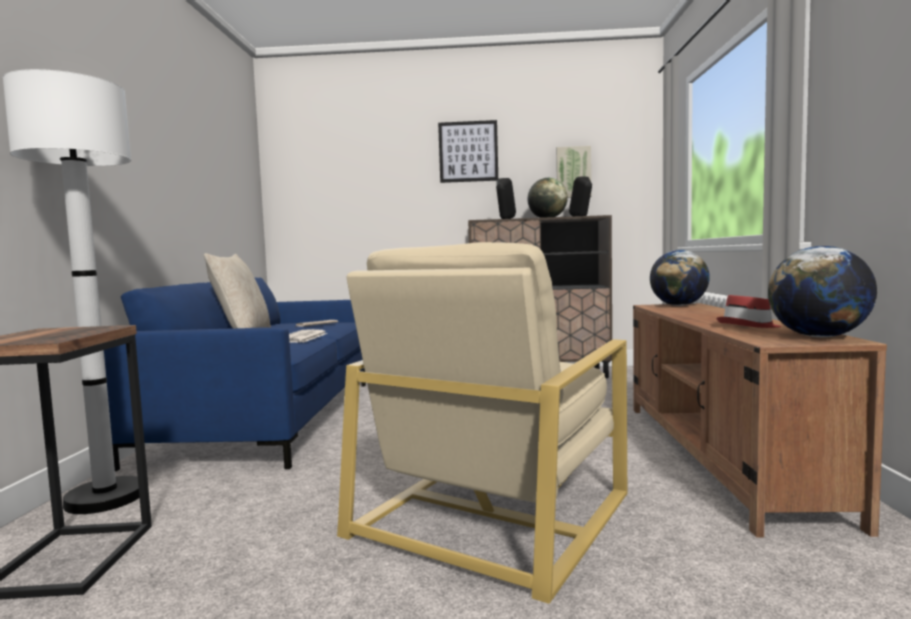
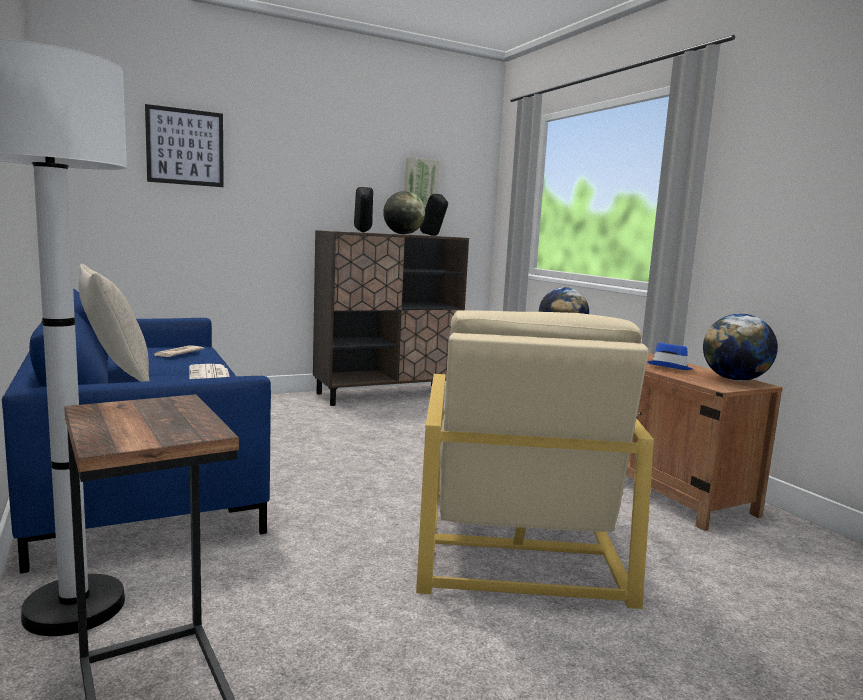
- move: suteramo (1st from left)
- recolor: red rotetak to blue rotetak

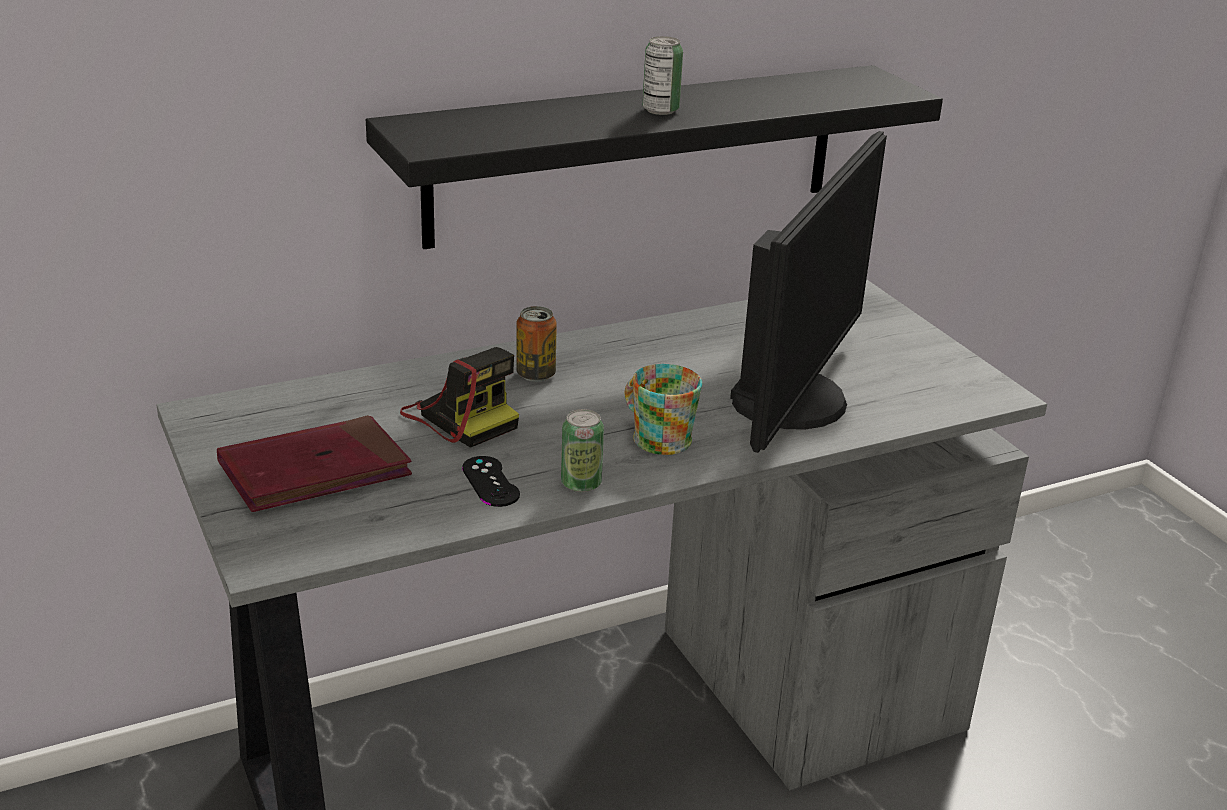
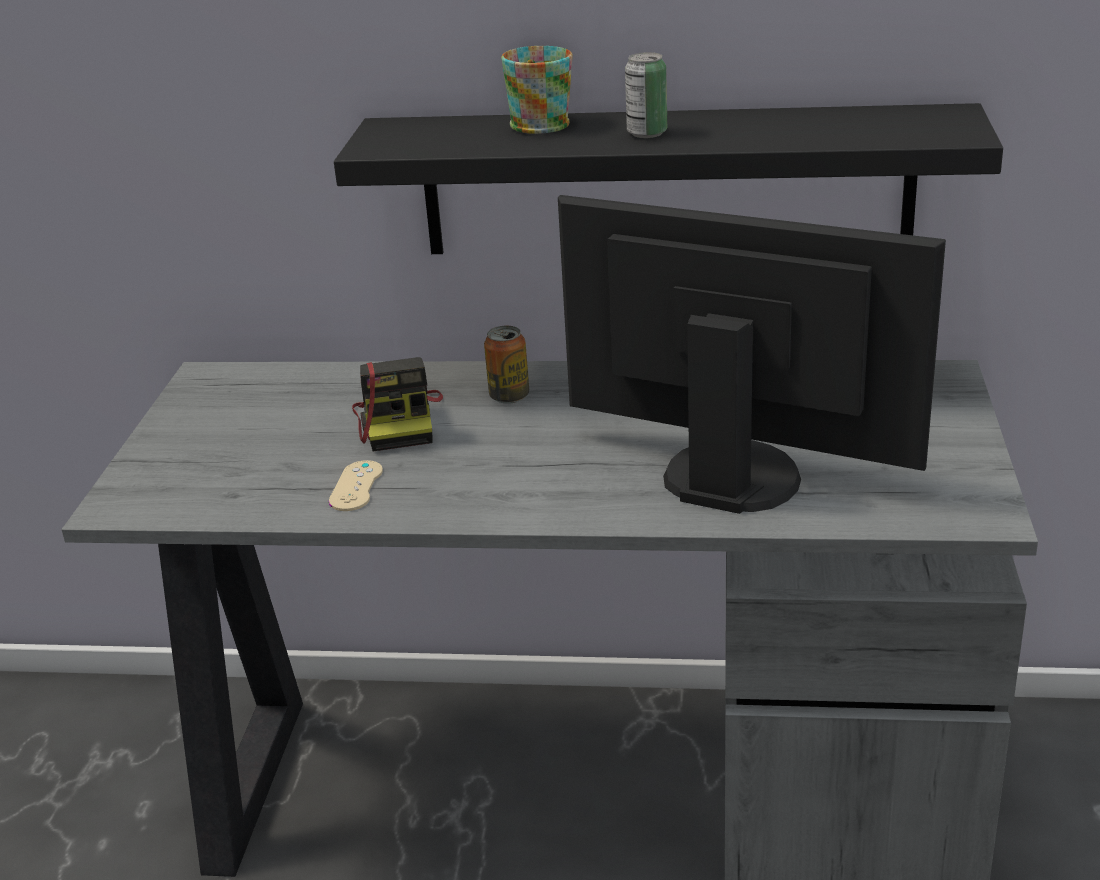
- delete: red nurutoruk
- recolor: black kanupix to beige kanupix
- delete: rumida (2nd from left)
- move: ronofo
- rotate: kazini 120 degrees counterclockwise

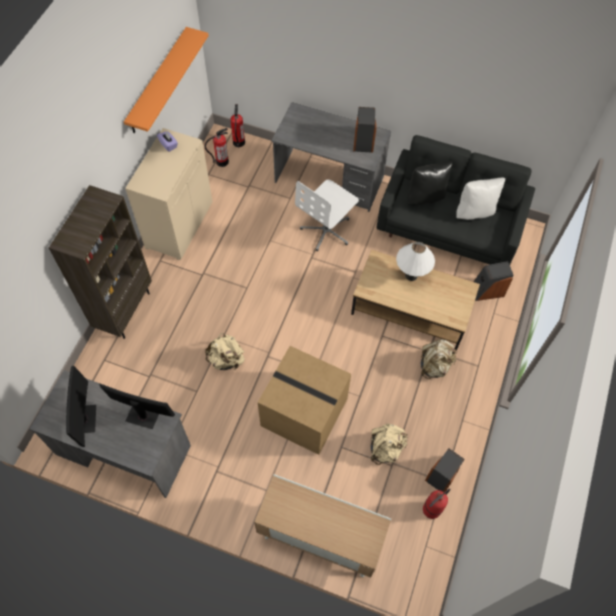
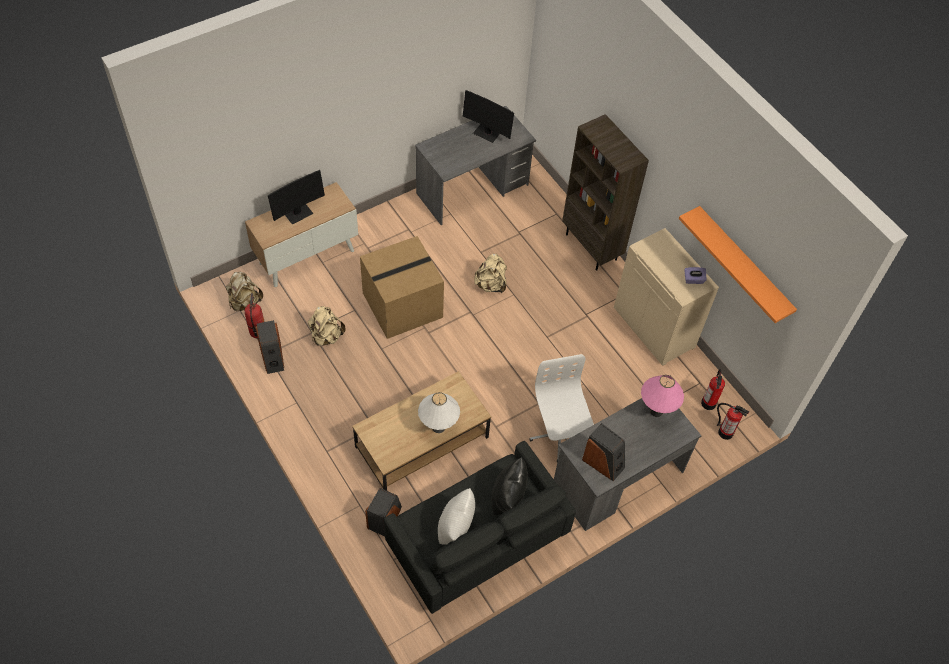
- move: kazini (2nd from left in the first image) to kazini (1st from left)
- move: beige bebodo (3rd from left in the first image) to beige bebodo (1st from left)
- insert: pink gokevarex

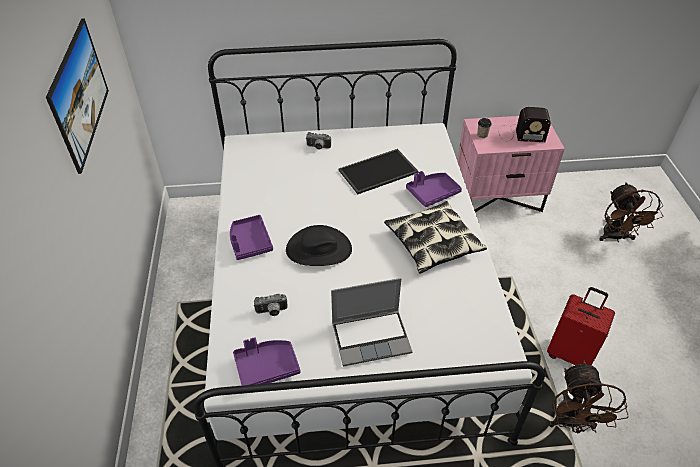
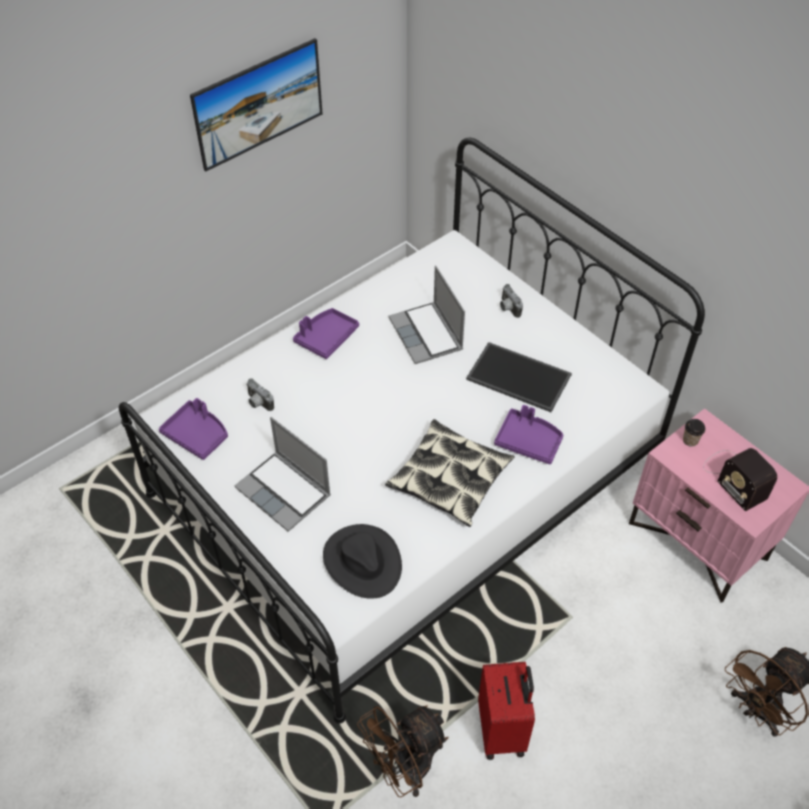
- move: black rotetak
- insert: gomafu (2nd from left)

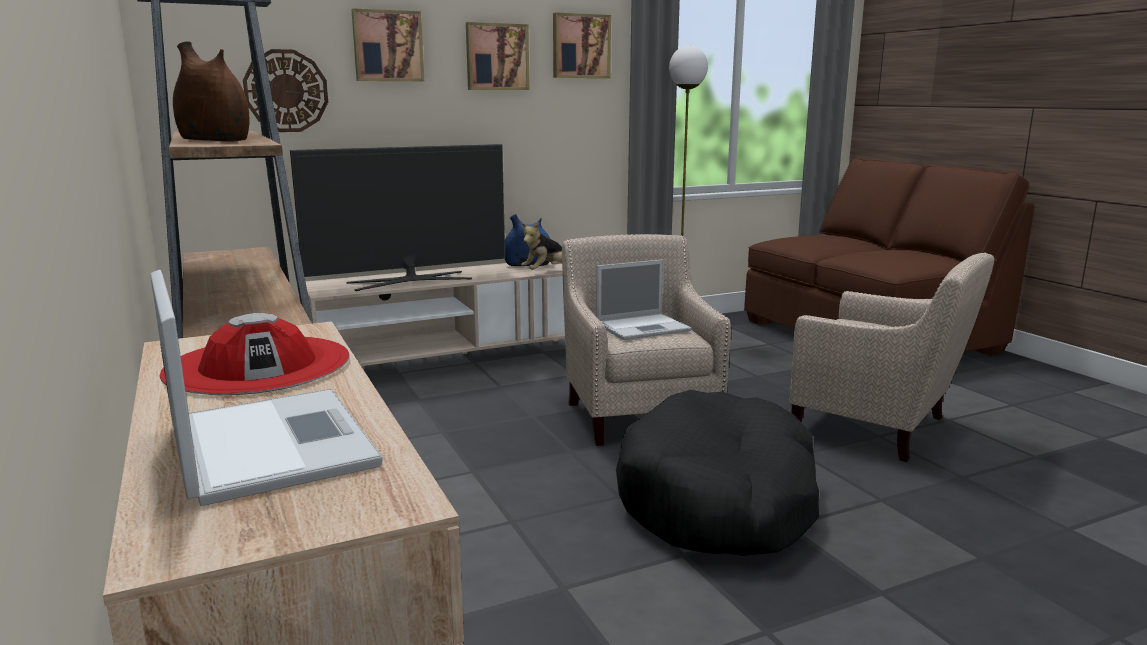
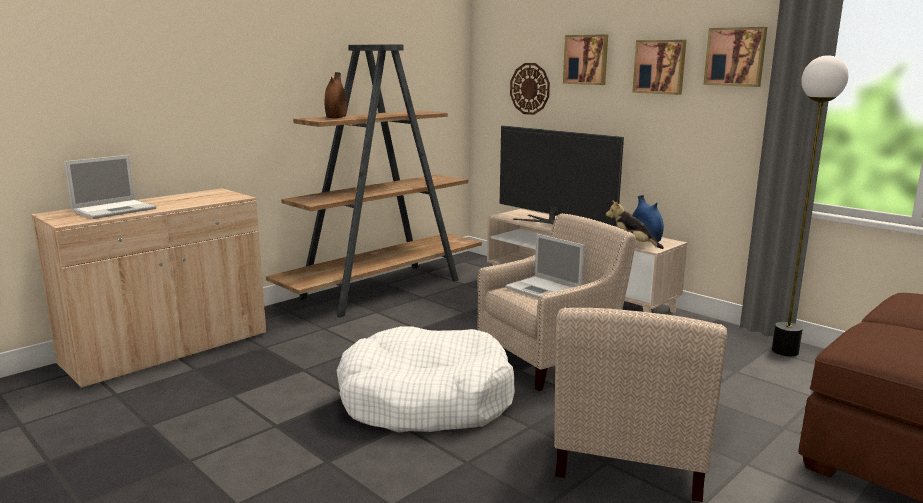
- delete: red rotetak
- recolor: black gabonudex to white gabonudex

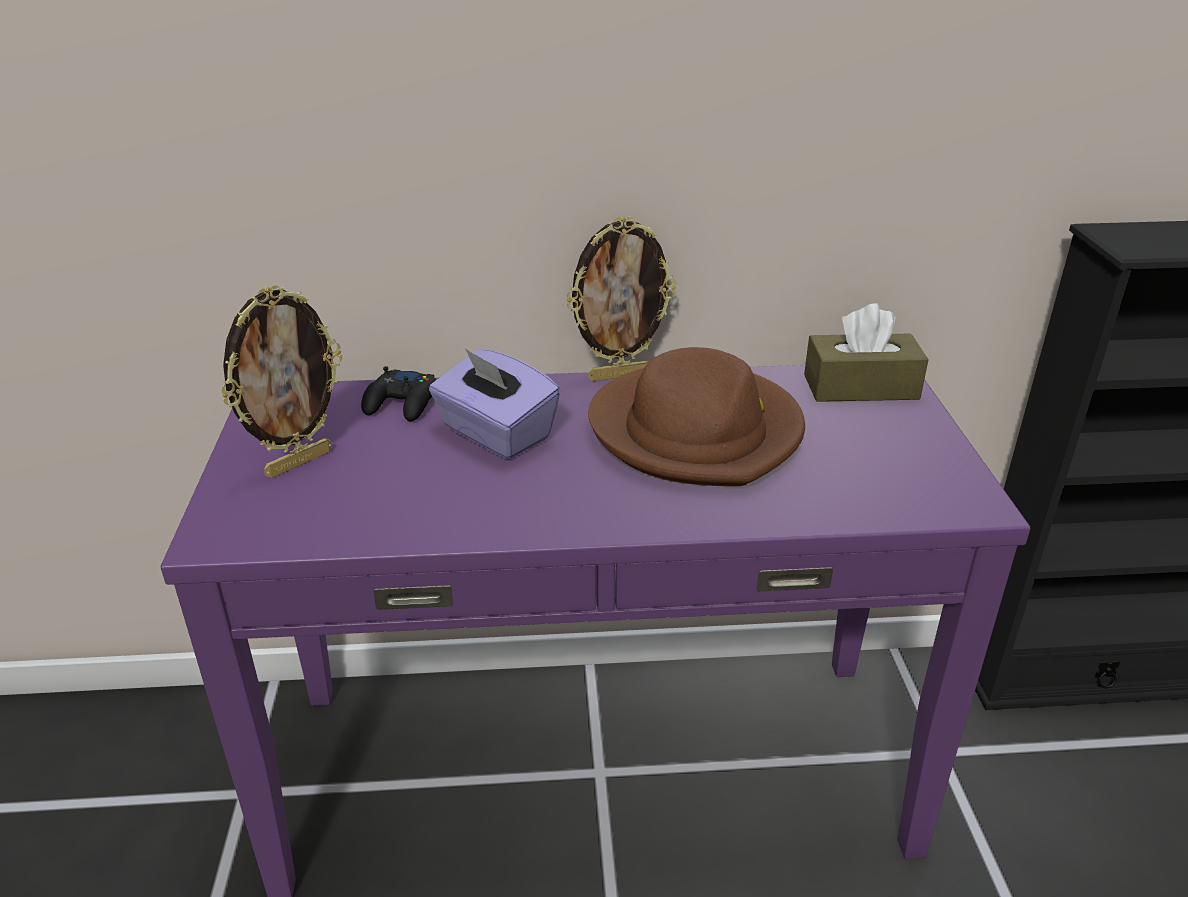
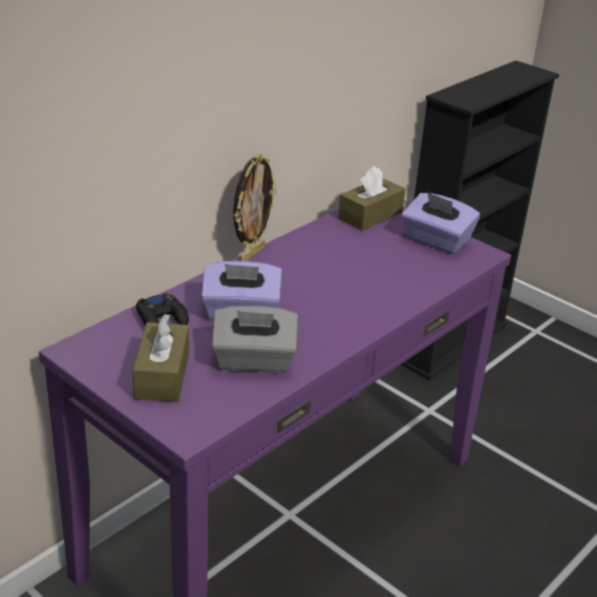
- replace: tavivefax (1st from left) to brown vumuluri (1st from left)
- delete: brown rotetak
- insert: grey vumuluri
- insert: purple vumuluri (2nd from left)

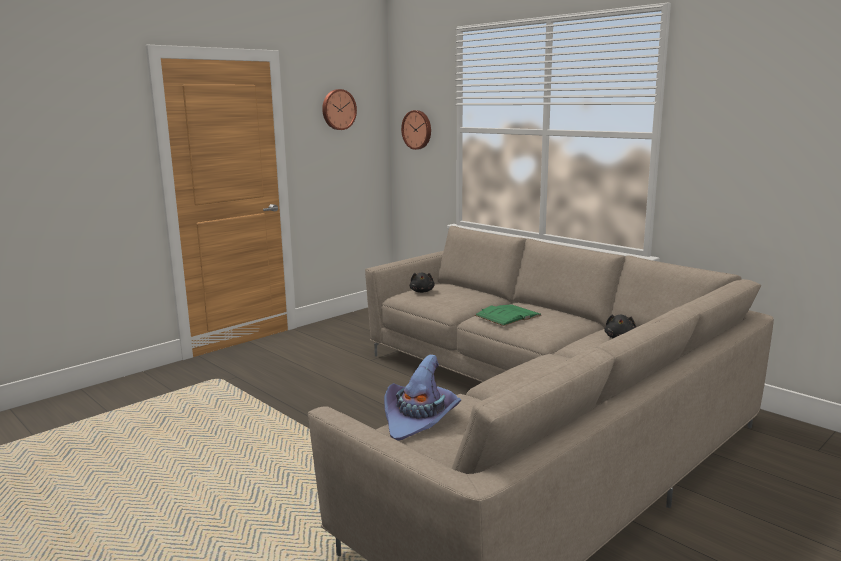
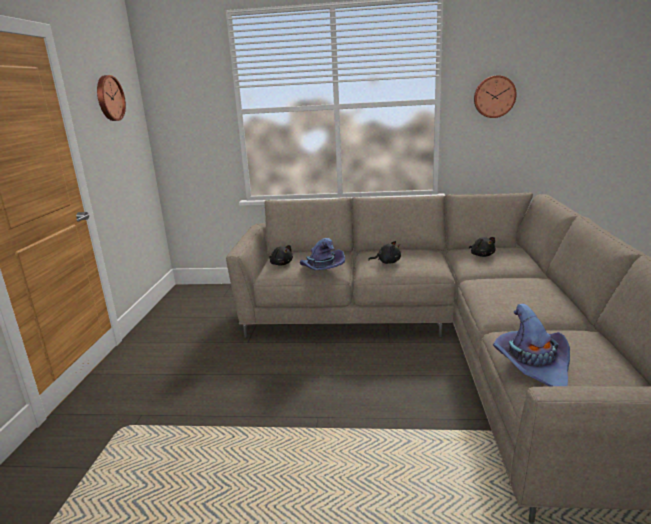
- move: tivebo (2nd from left)
- replace: green nurutoruk to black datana (2nd from left)
- insert: purple rotetak (1st from left)

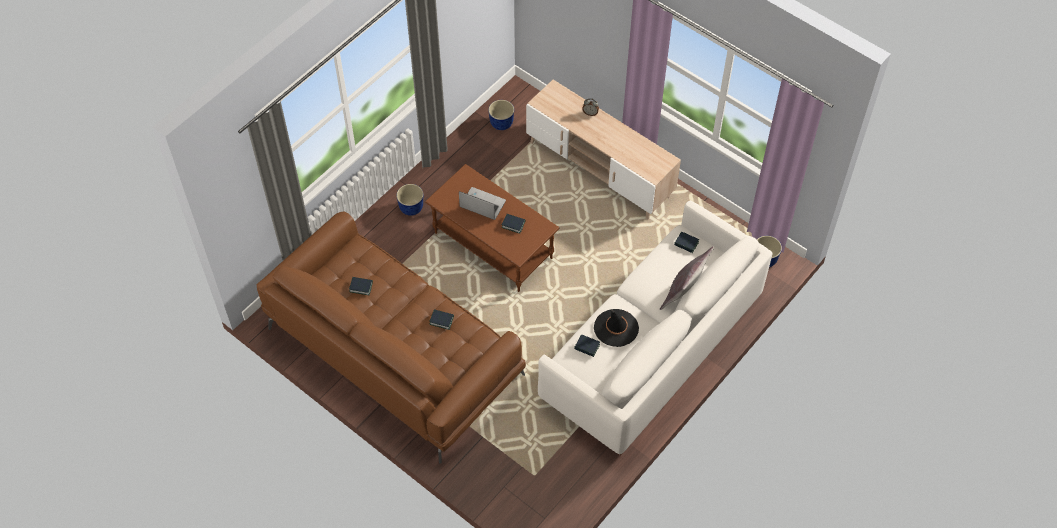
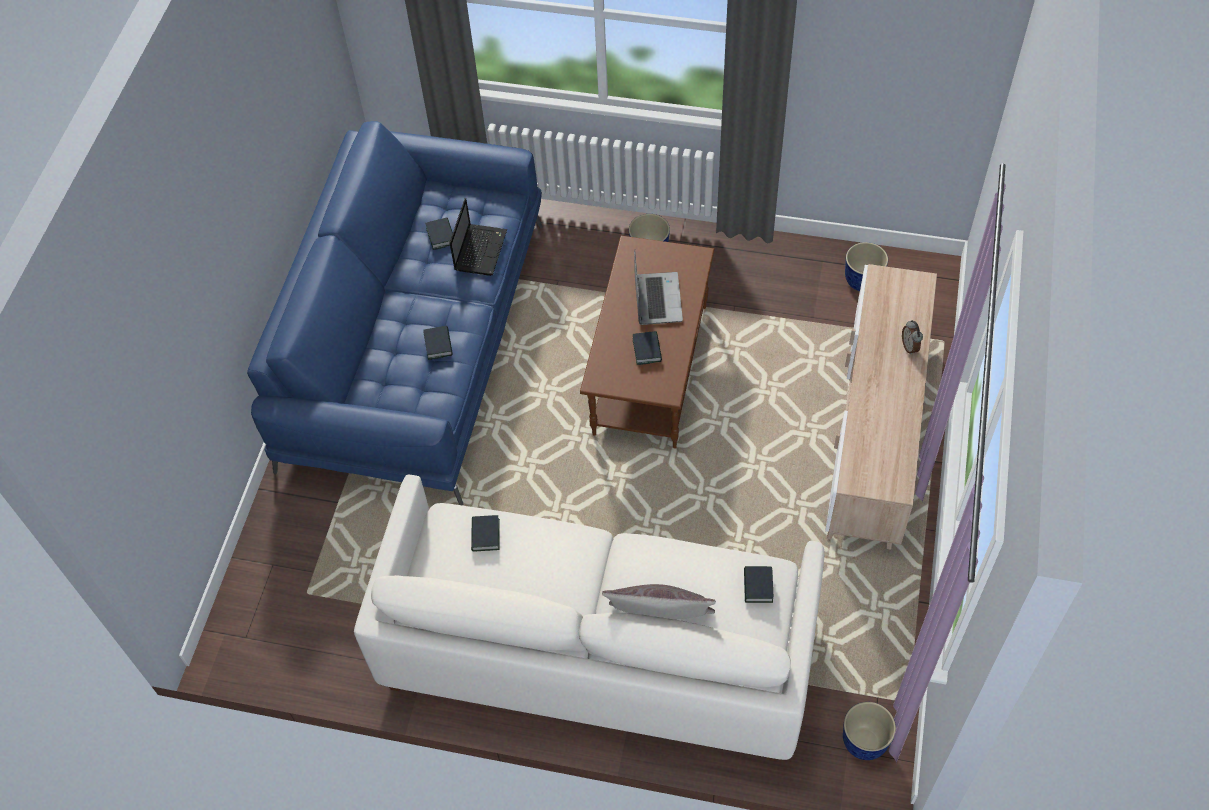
- recolor: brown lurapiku to blue lurapiku
- delete: black rotetak
- insert: gomafu (1st from left)

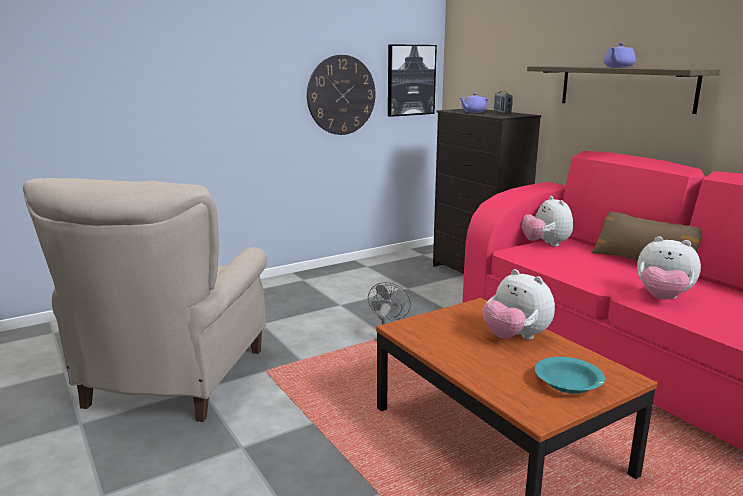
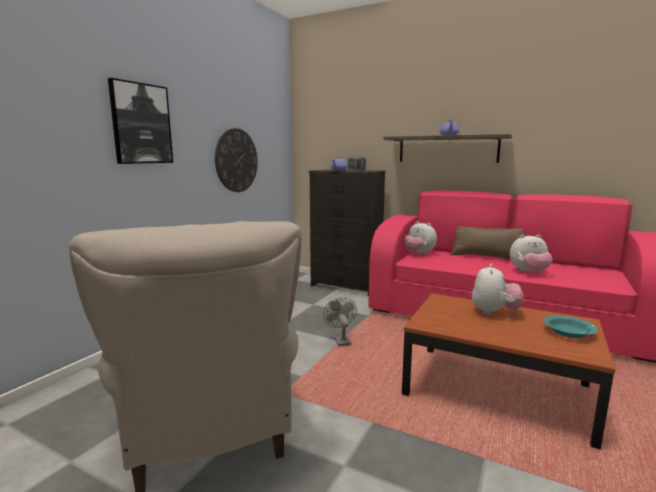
- move: suteramo
- rotate: datana (1st from left in the first image) 90 degrees counterclockwise

